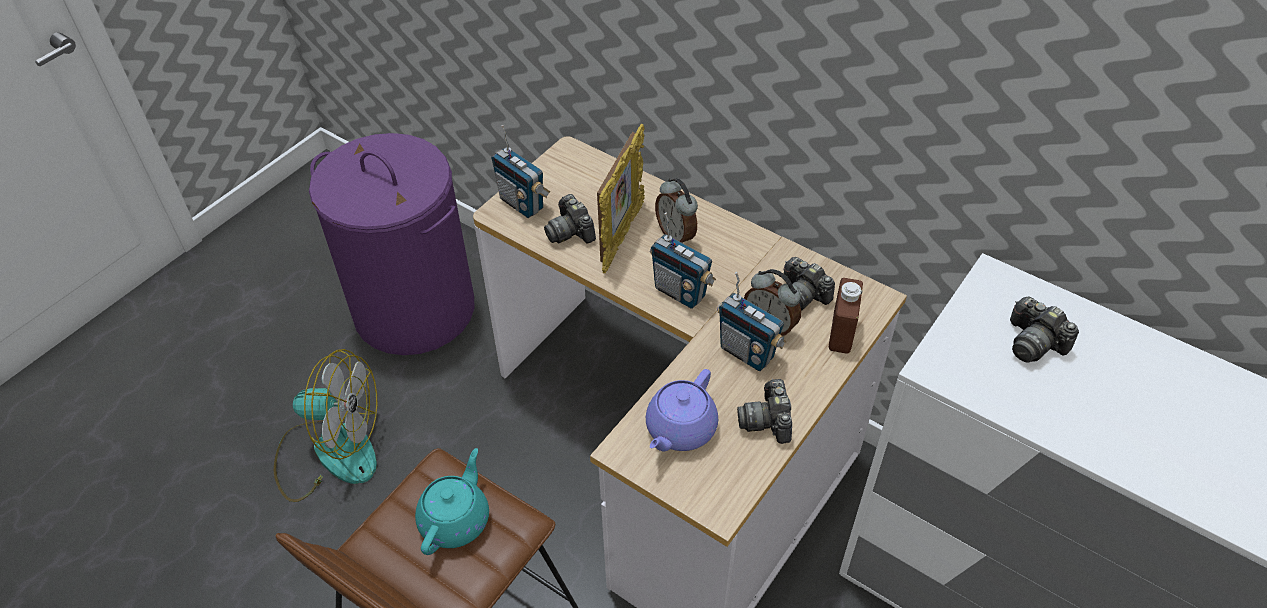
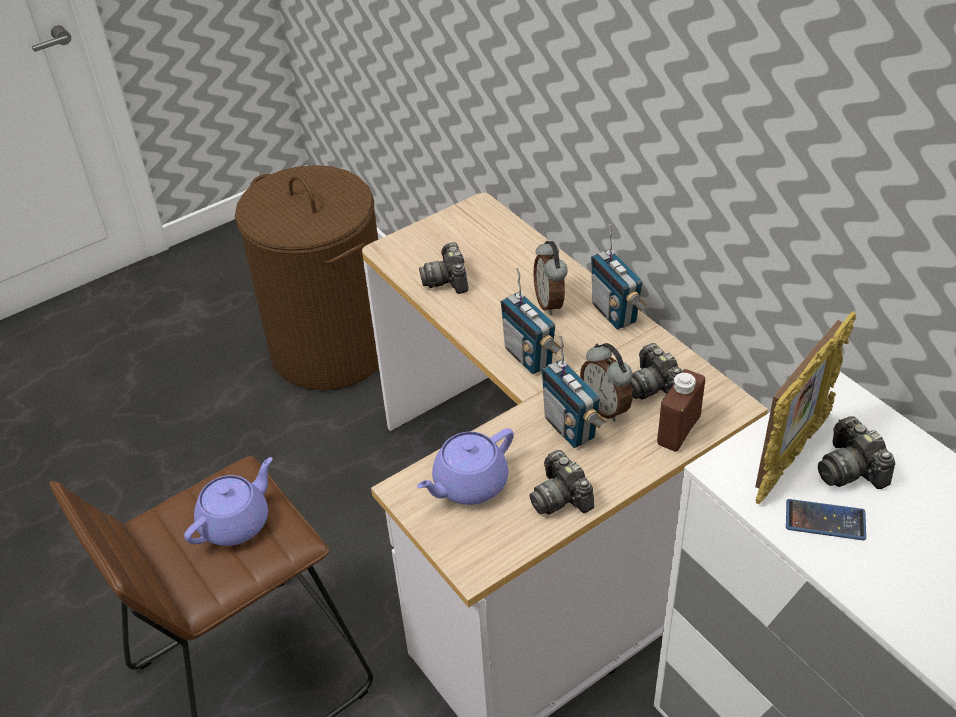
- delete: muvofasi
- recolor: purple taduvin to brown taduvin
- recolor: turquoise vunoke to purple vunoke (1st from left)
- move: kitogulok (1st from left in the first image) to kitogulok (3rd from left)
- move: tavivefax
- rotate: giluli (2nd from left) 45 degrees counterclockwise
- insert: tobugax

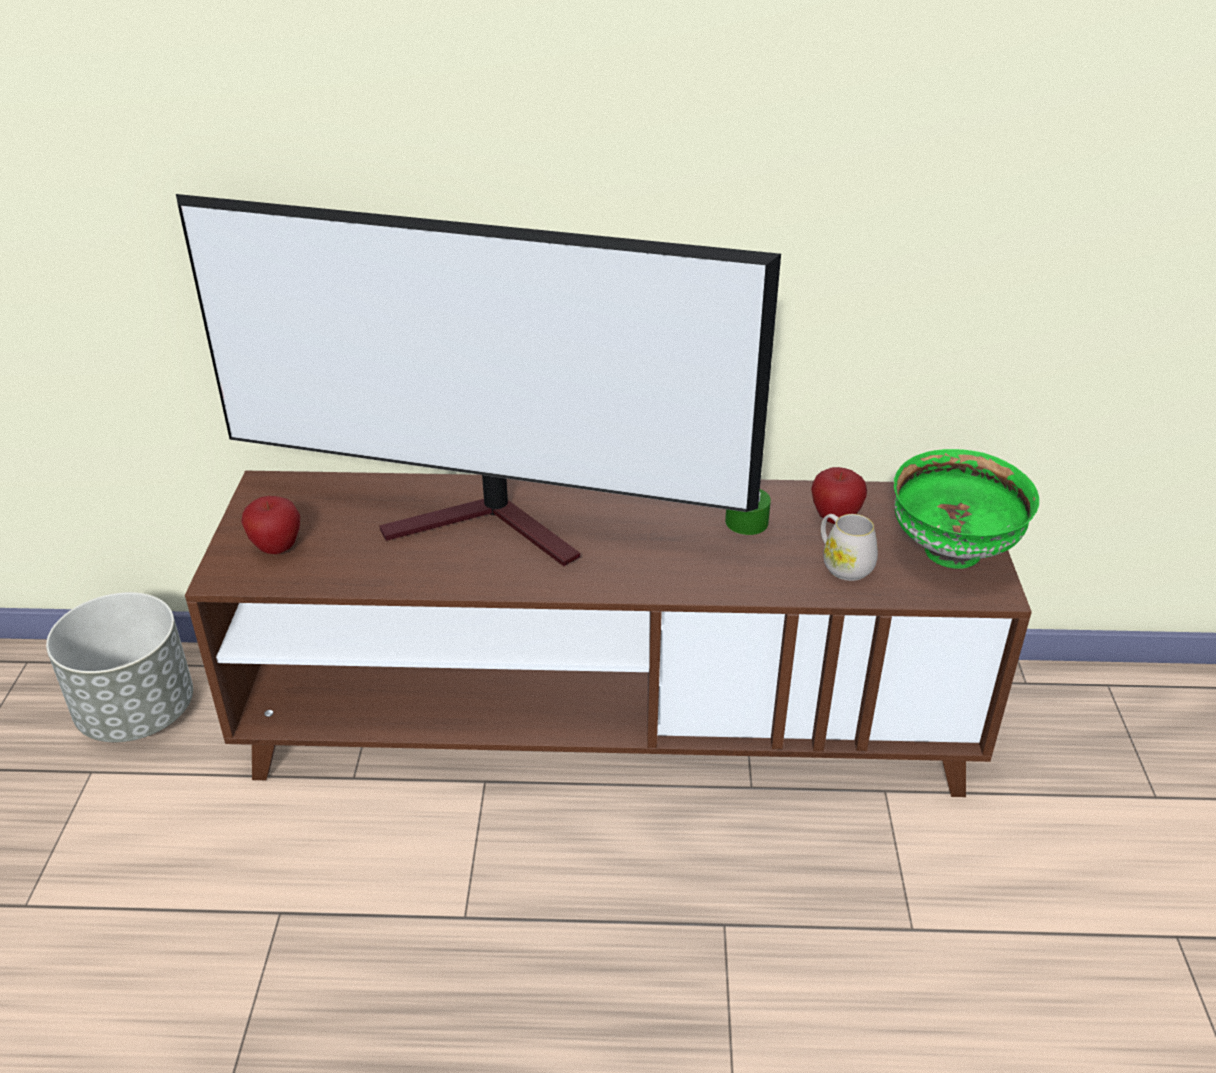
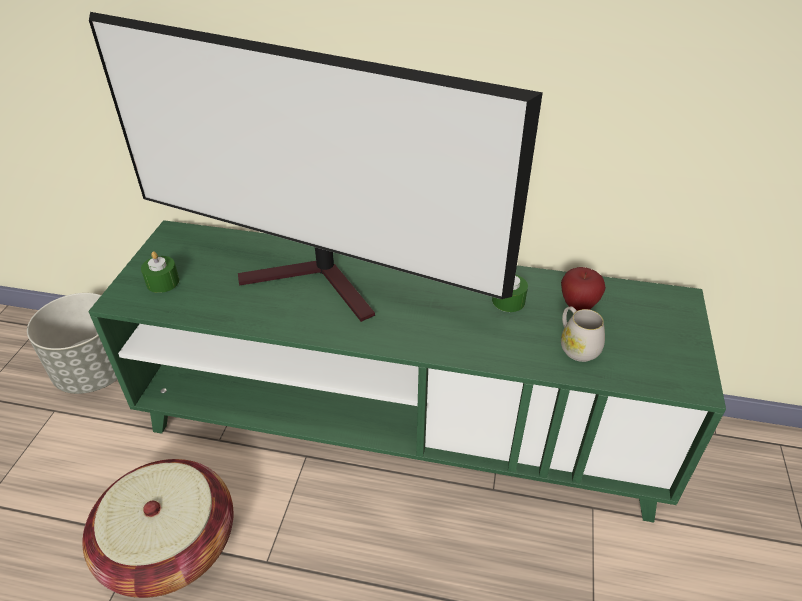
- recolor: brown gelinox to green gelinox
- replace: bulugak (1st from left) to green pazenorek (1st from left)
- delete: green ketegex
- insert: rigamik

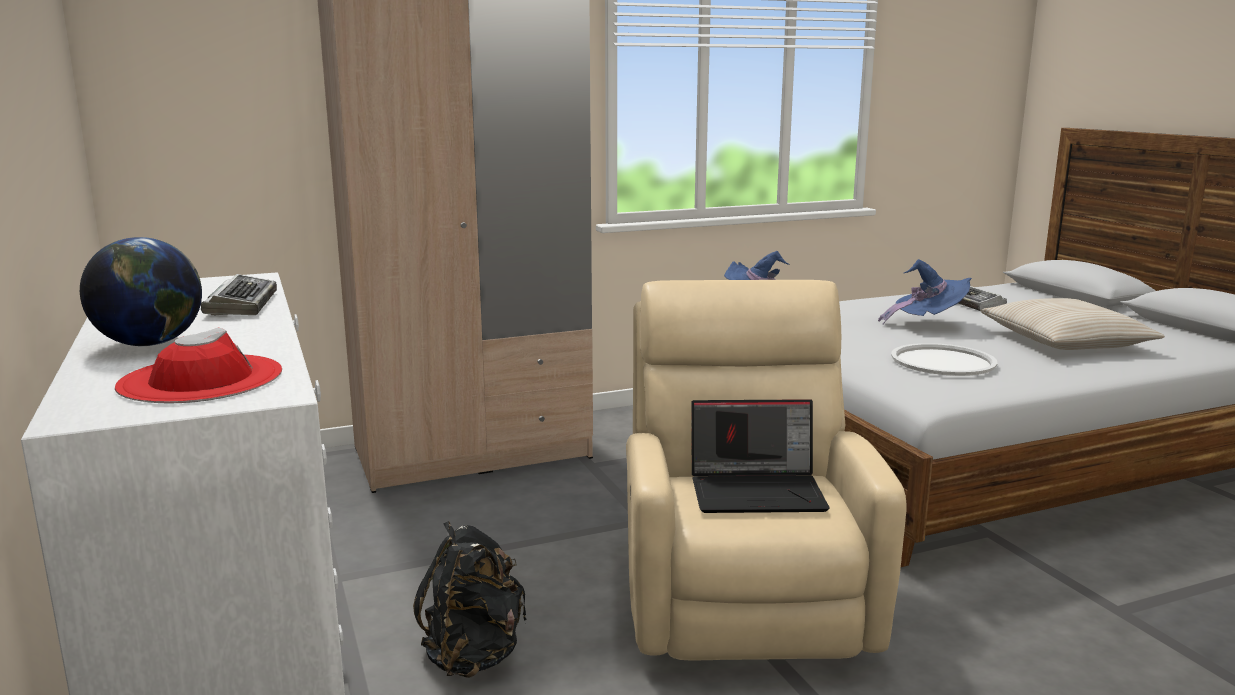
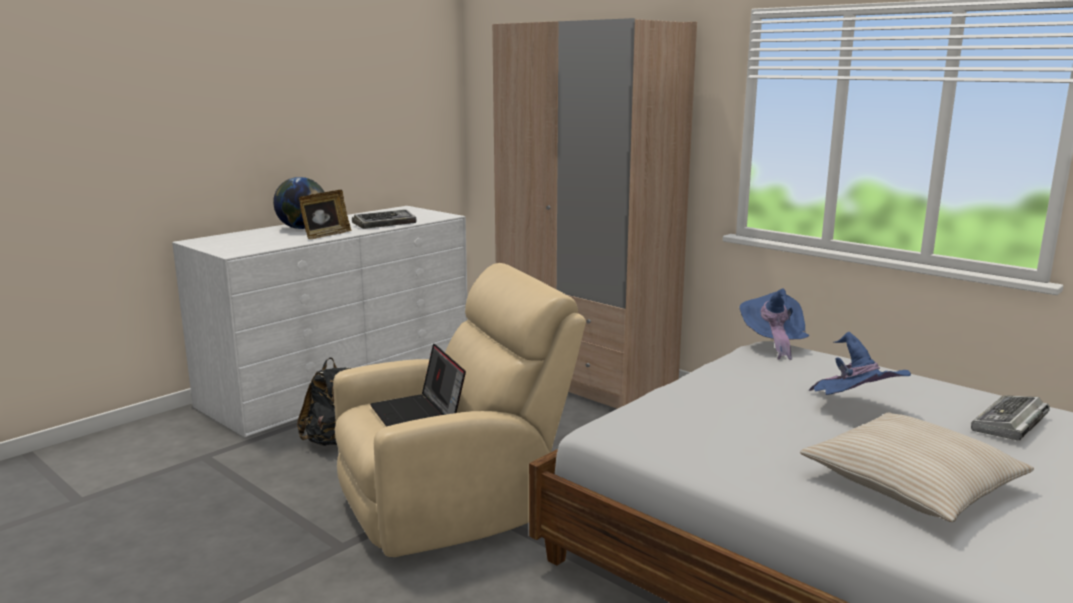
- delete: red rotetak
- delete: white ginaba
- insert: tavivefax

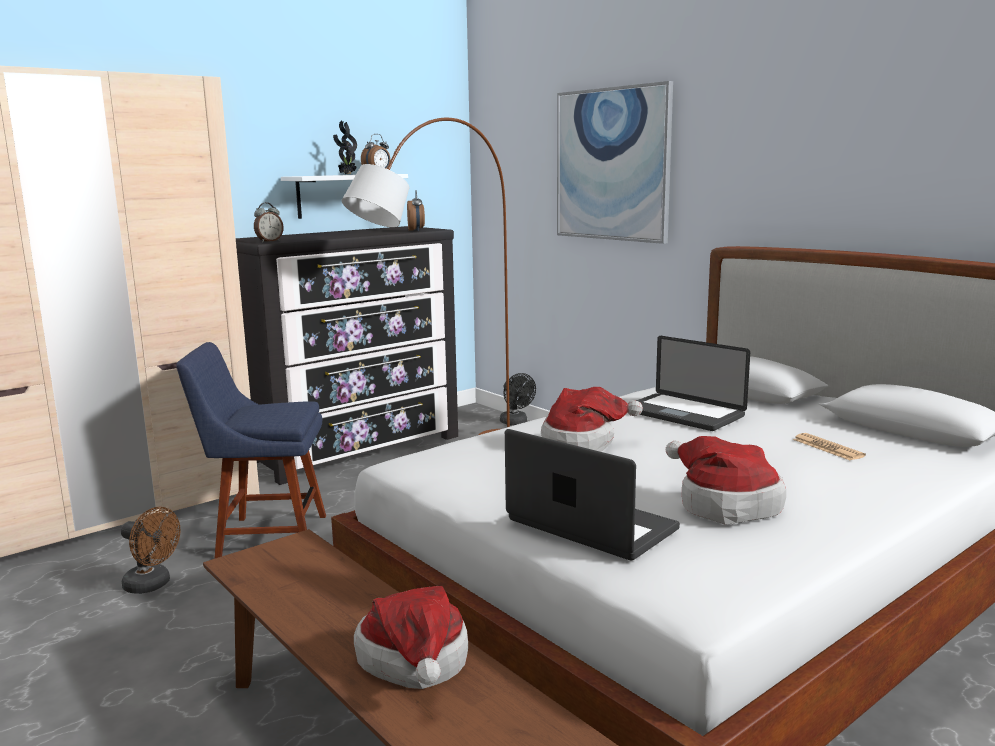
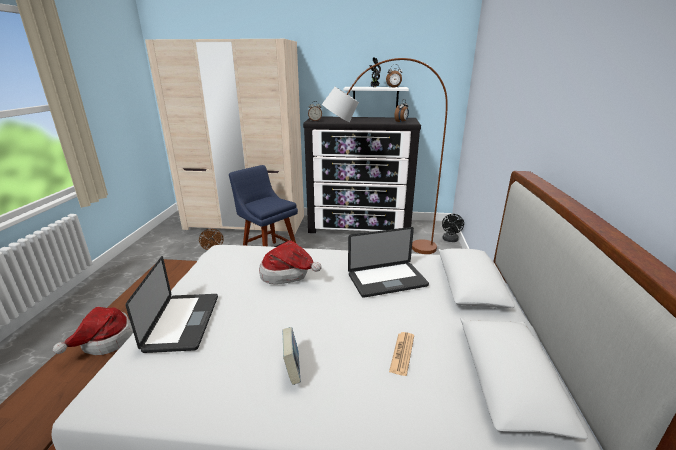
- delete: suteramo
- rotate: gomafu (2nd from left) 105 degrees counterclockwise
- delete: rotetak (3rd from left)
- insert: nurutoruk

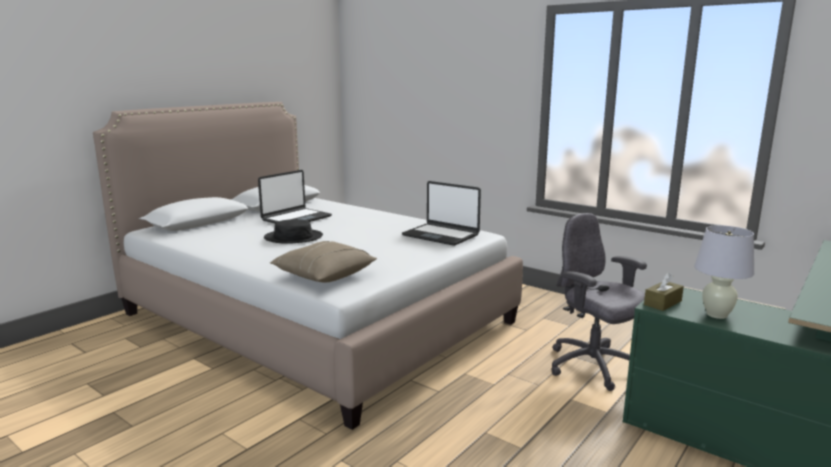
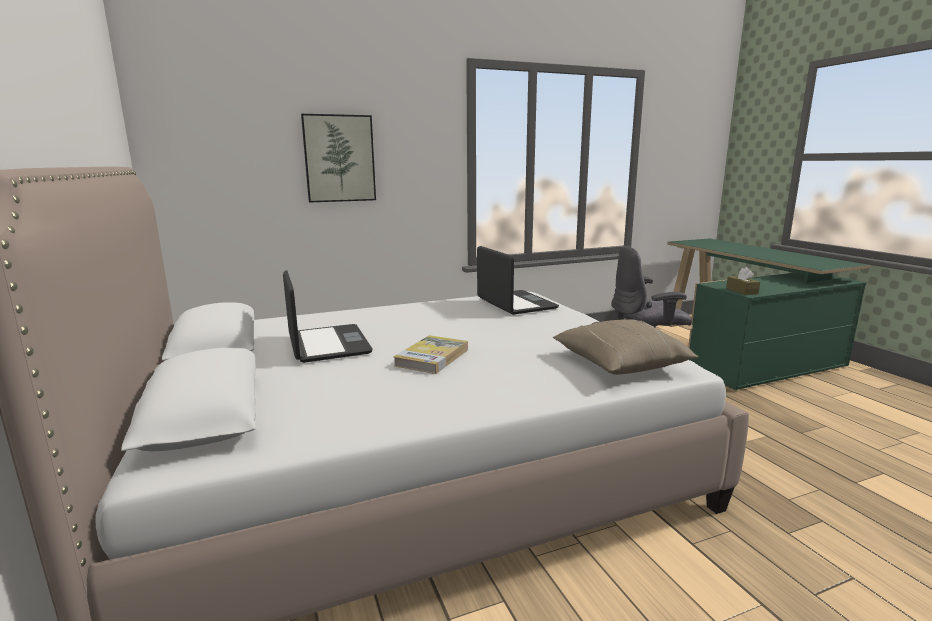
- replace: black rotetak to nurutoruk
- rotate: gomafu (2nd from left) 90 degrees counterclockwise
- delete: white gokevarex
- insert: suteramo

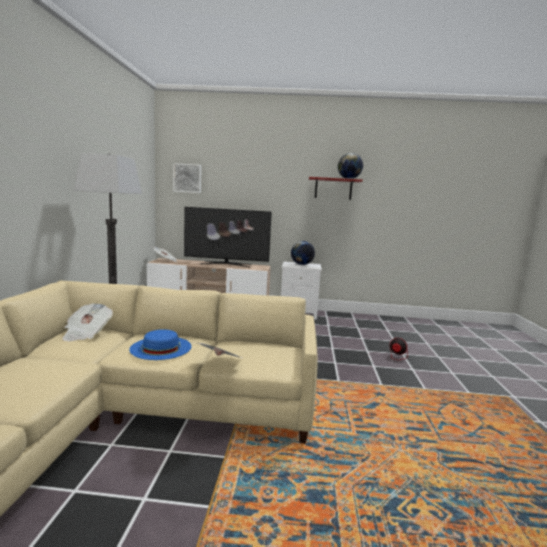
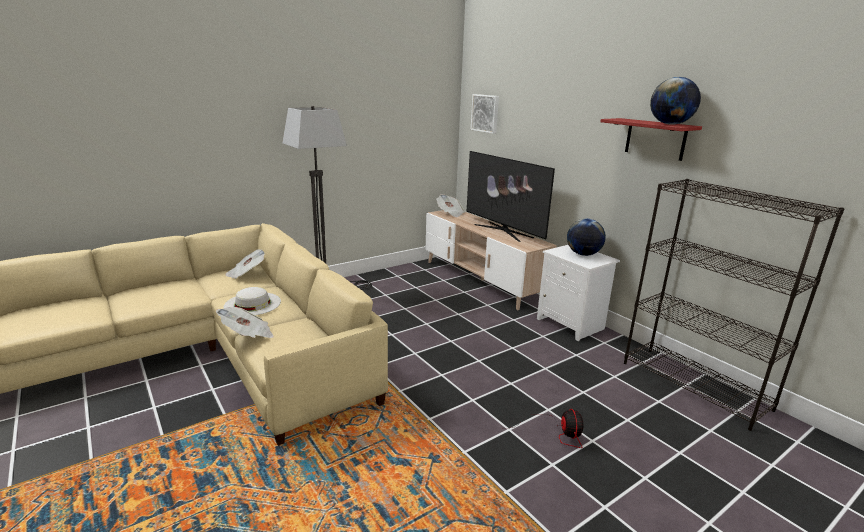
- recolor: blue rotetak to white rotetak
- insert: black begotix

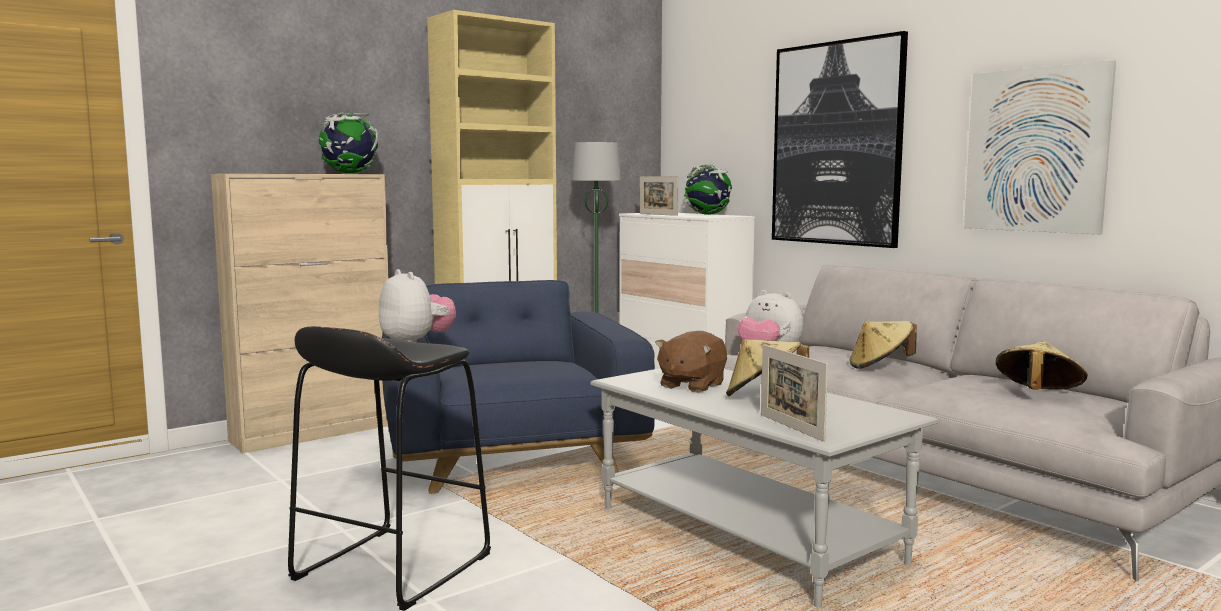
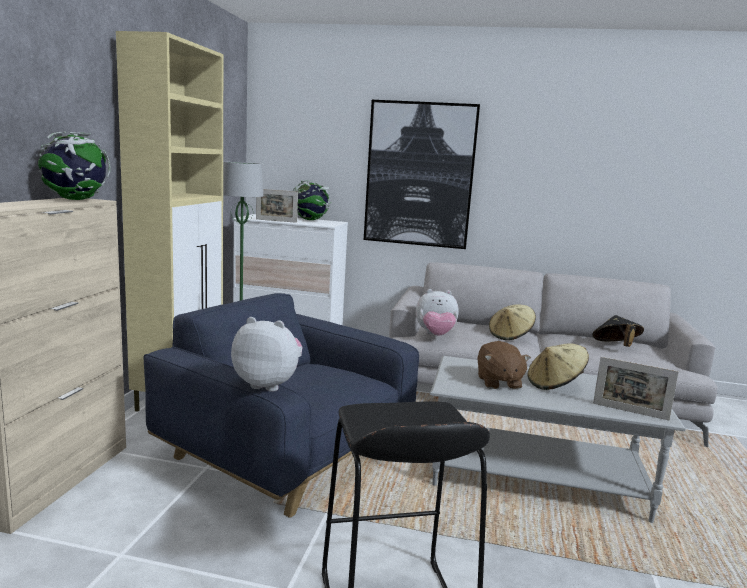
- delete: suteramo (2nd from left)
- recolor: beige rotetak (3rd from left) to black rotetak

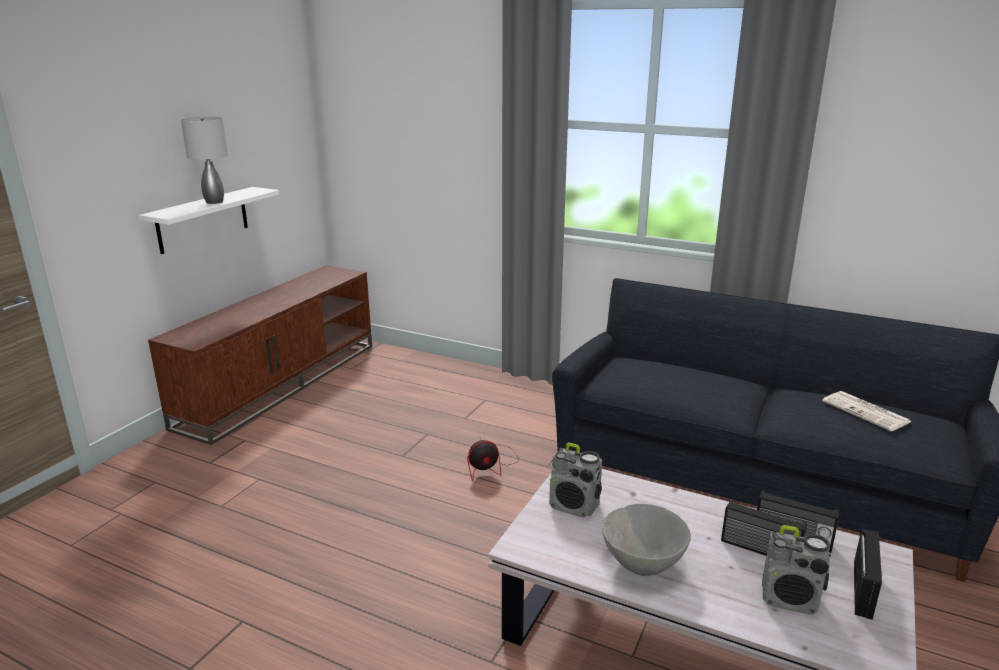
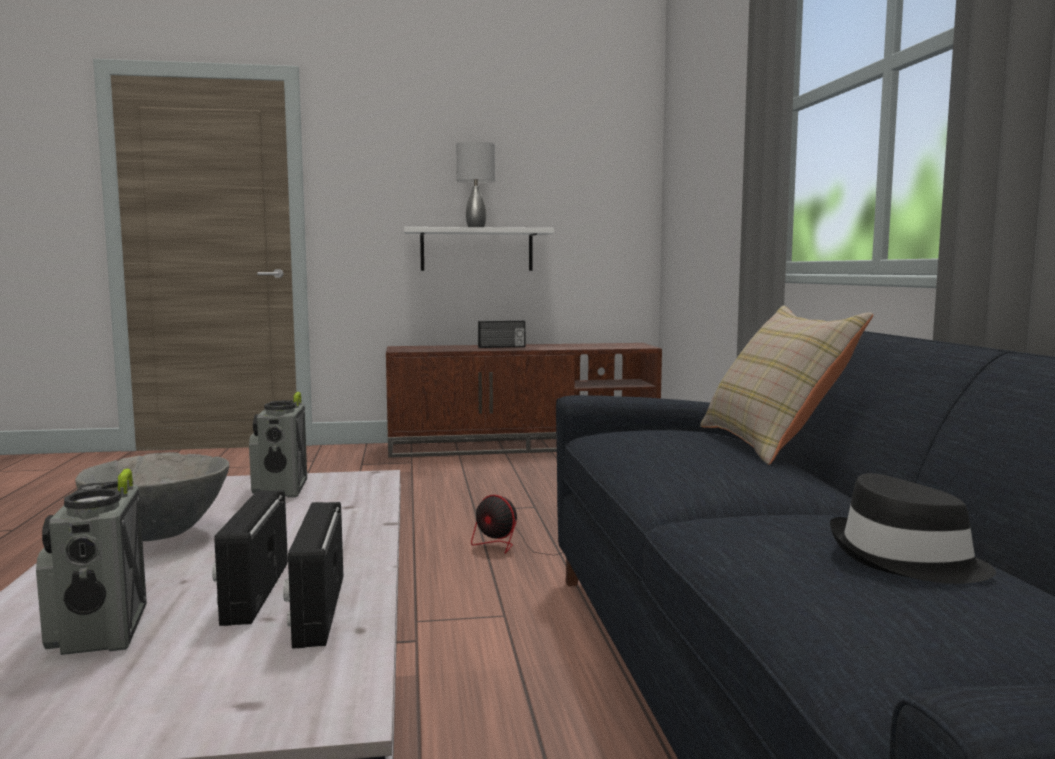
- replace: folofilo to black rotetak
- move: kitogulok (5th from left)
- insert: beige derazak

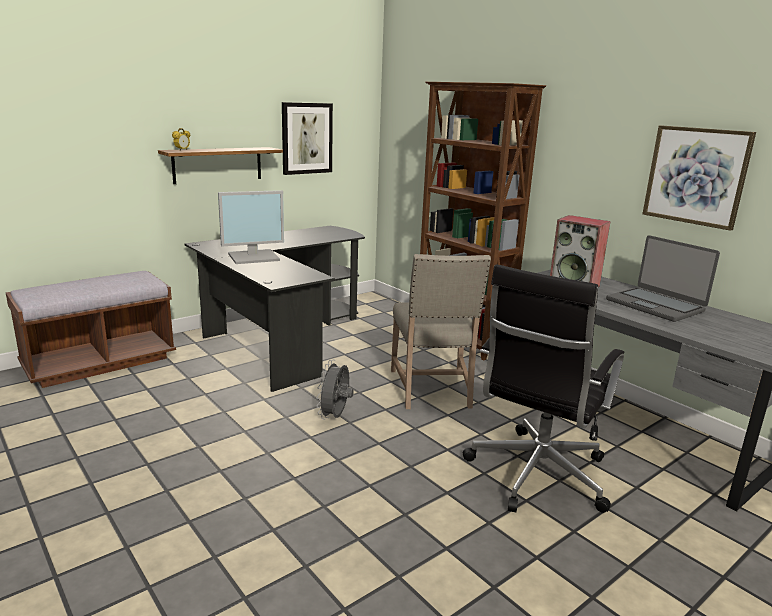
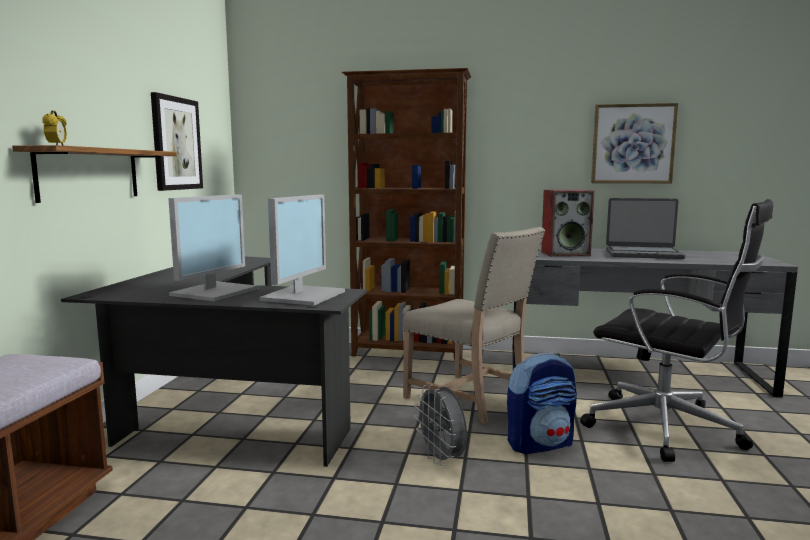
- rotate: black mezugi 45 degrees counterclockwise
- insert: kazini (2nd from left)
- insert: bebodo

